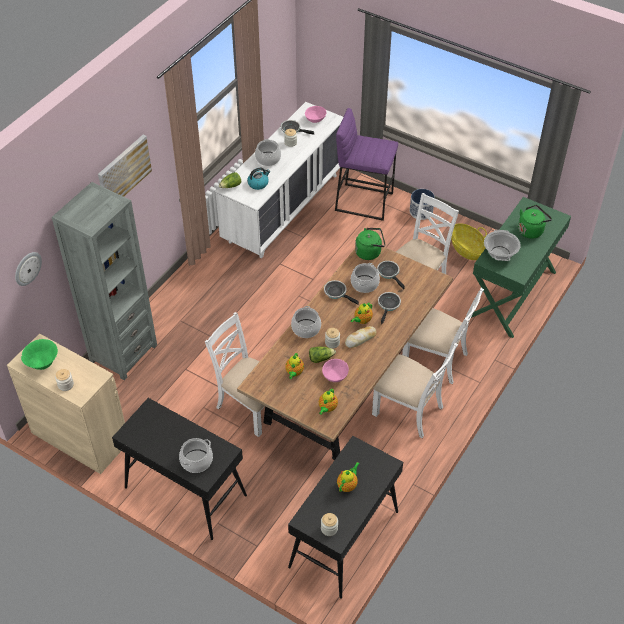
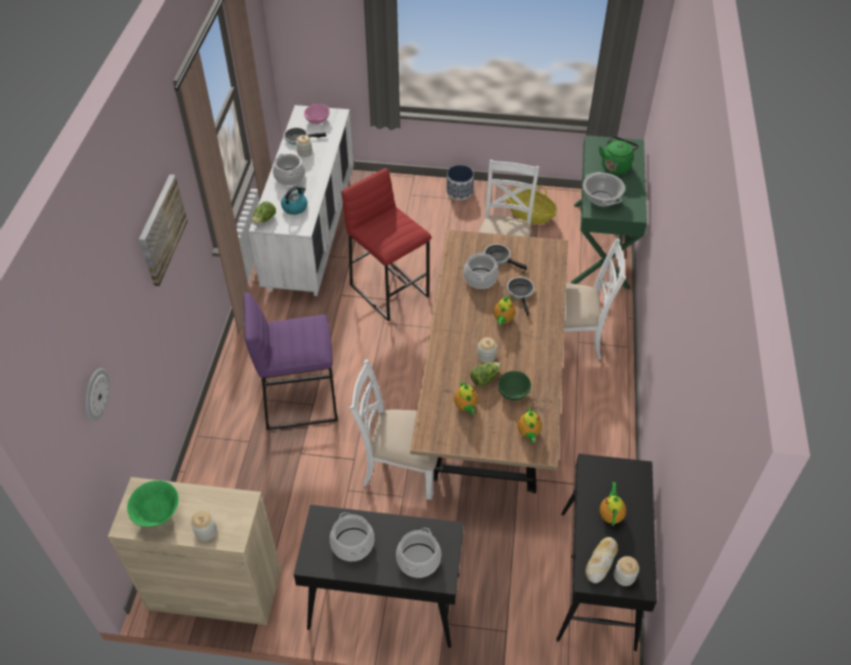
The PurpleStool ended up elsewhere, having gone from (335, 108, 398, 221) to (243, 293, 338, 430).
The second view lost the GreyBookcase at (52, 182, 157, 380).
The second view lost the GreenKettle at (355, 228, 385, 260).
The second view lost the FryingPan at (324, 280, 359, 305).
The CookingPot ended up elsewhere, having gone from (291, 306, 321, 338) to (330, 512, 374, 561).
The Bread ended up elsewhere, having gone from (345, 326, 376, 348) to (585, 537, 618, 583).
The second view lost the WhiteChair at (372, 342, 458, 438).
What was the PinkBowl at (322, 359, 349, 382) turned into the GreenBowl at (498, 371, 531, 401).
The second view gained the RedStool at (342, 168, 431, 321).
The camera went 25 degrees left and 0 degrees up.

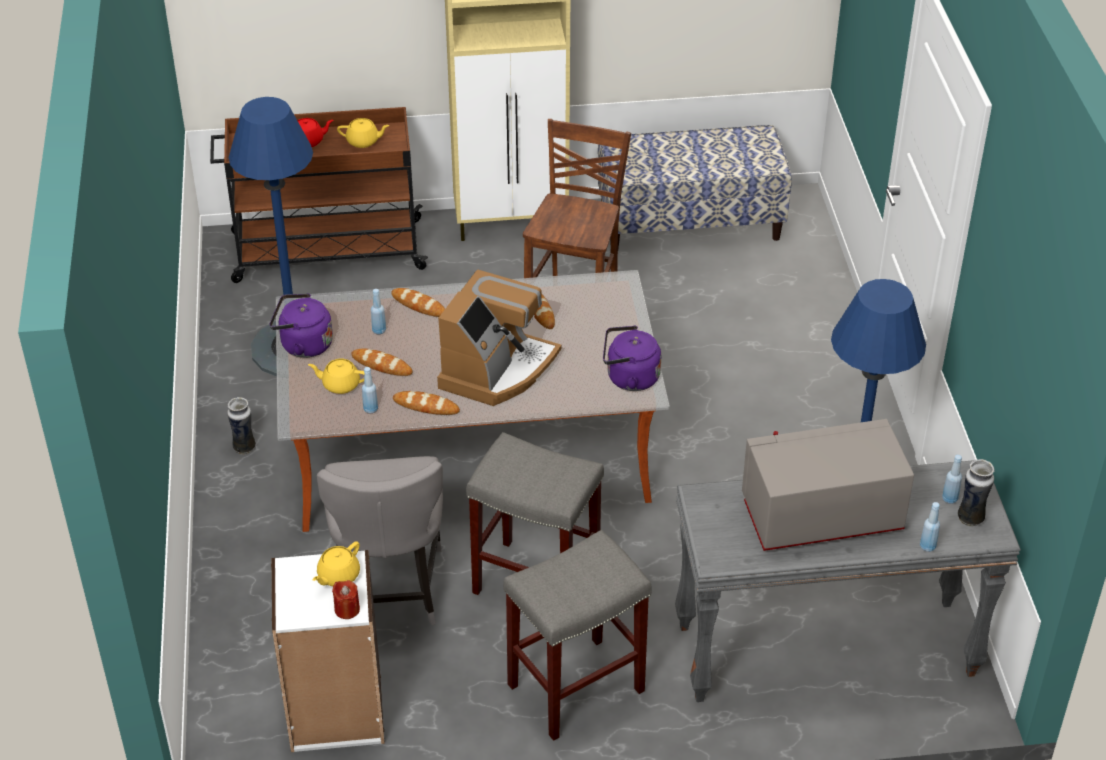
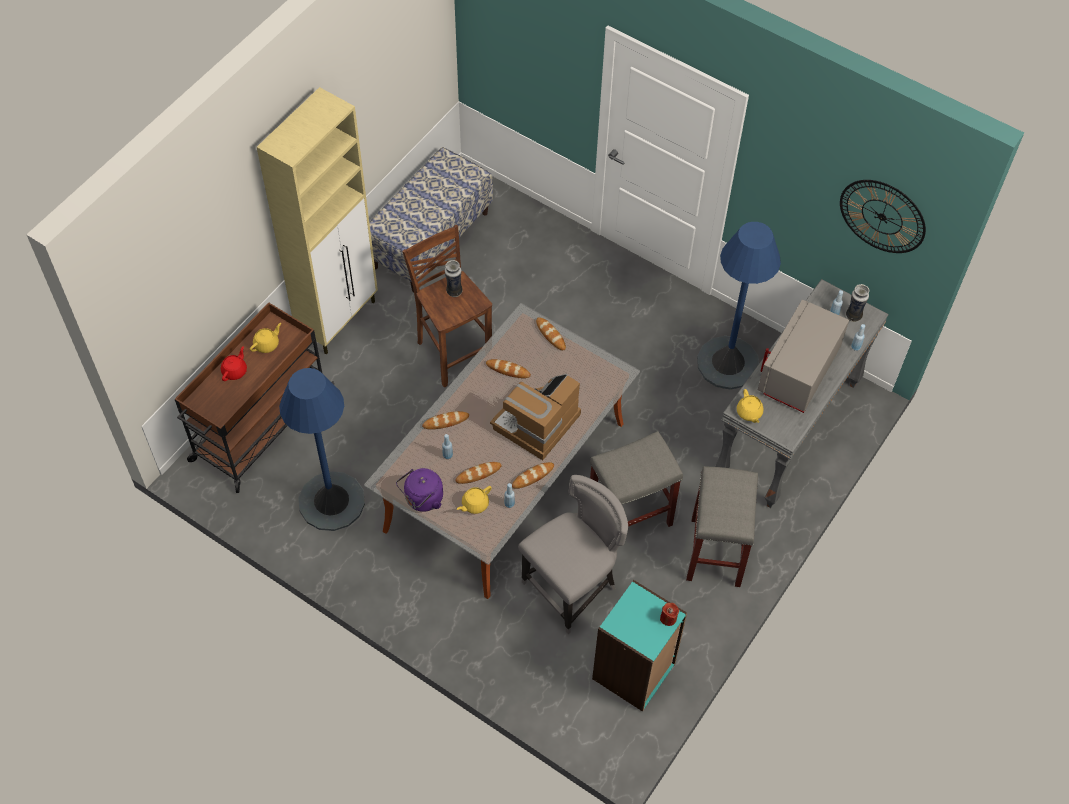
The CoffeeMachine at (437, 270, 562, 406) ended up facing another way, 120 degrees counterclockwise from before.
The second view lost the PurpleKettle at (603, 326, 661, 391).
The Vase ended up elsewhere, having gone from (227, 397, 256, 455) to (445, 260, 463, 297).
The GreyChair at (317, 456, 443, 625) ended up facing another way, 75 degrees counterclockwise from before.
The YellowTeapot ended up elsewhere, having gone from (313, 541, 360, 586) to (737, 389, 764, 423).
What was the WhiteBookcase at (271, 550, 385, 752) turned into the TurquoiseBookcase at (592, 580, 687, 712).
The second view gained the WallClock at (840, 180, 926, 253).
The second view gained the Bread at (536, 317, 566, 350).
The camera went 50 degrees left and 15 degrees up.

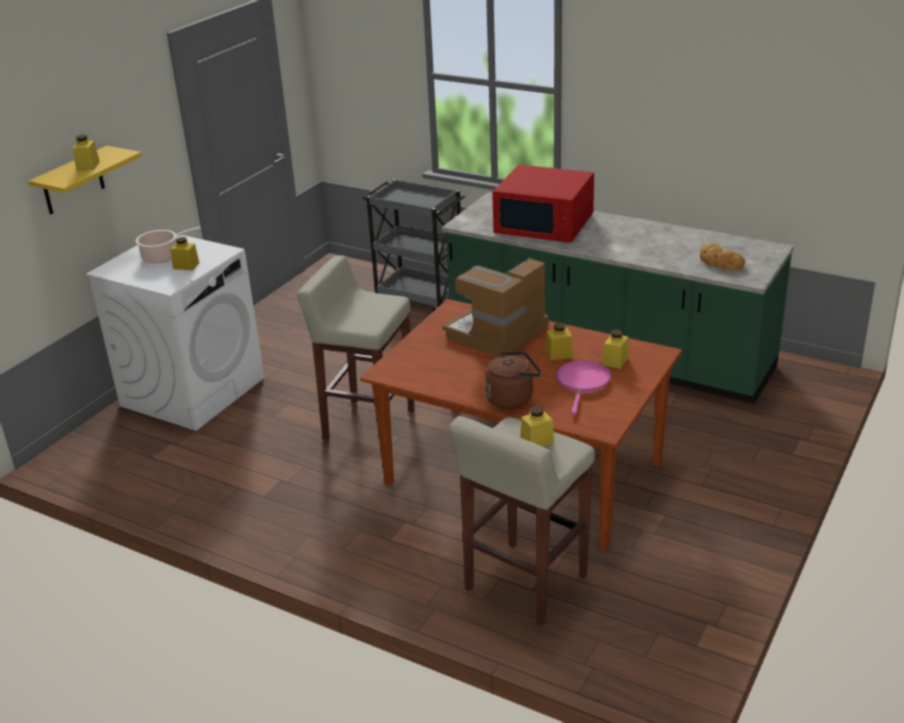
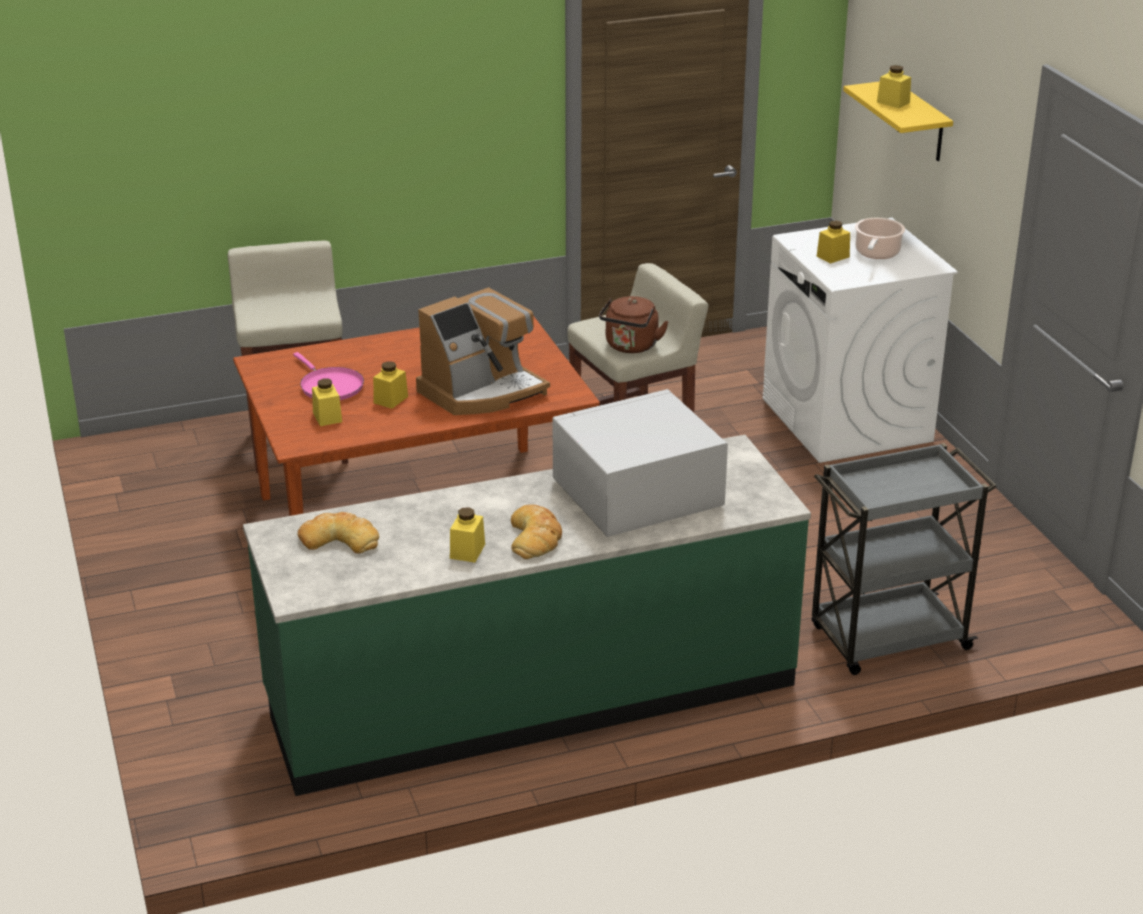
What was the RedMicrowave at (492, 165, 594, 243) turned into the WhiteMicrowave at (552, 389, 728, 537).
The CoffeeMachine at (443, 257, 549, 357) ended up facing another way, 60 degrees clockwise from before.
The BrownKettle ended up elsewhere, having gone from (485, 351, 541, 409) to (599, 296, 669, 353).
The YellowJar ended up elsewhere, having gone from (520, 406, 554, 447) to (450, 507, 485, 562).
The second view gained the Bread at (511, 504, 562, 559).
The camera went 130 degrees right and 0 degrees up.

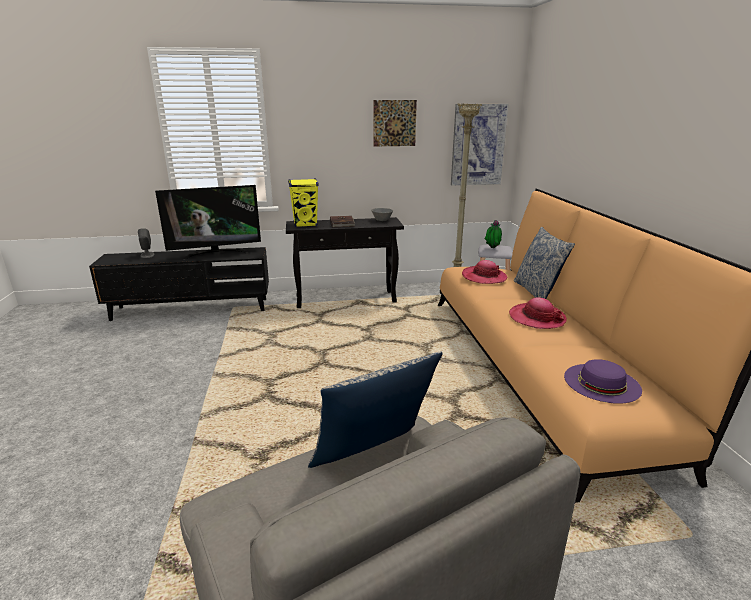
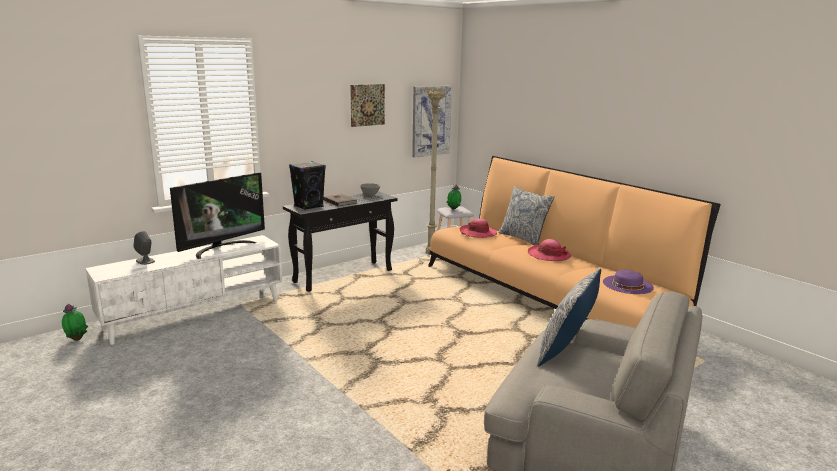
What was the YellowSpeaker at (288, 179, 318, 227) turned into the BlackSpeaker at (289, 161, 326, 210).
What was the BlackTvStand at (89, 247, 269, 321) turned into the WhiteTvStand at (85, 235, 282, 345).
The second view gained the PottedPlant at (62, 304, 88, 341).
The camera went 30 degrees left and 5 degrees down.

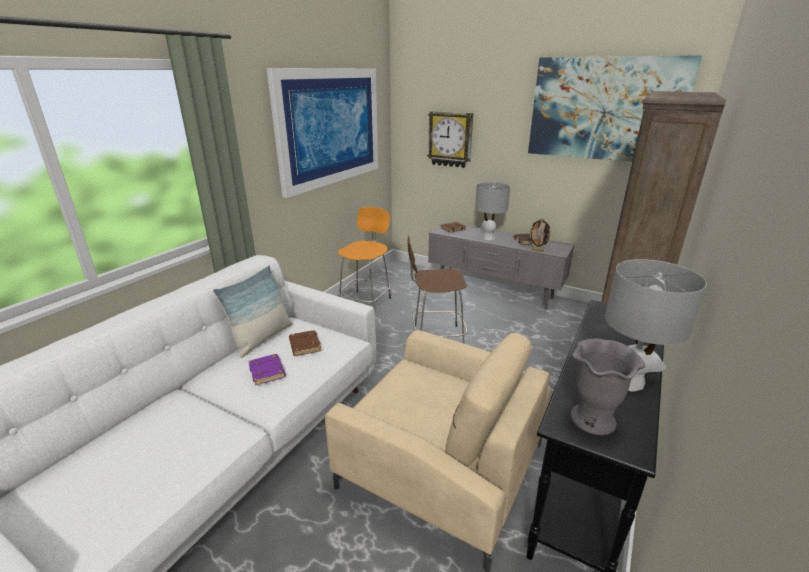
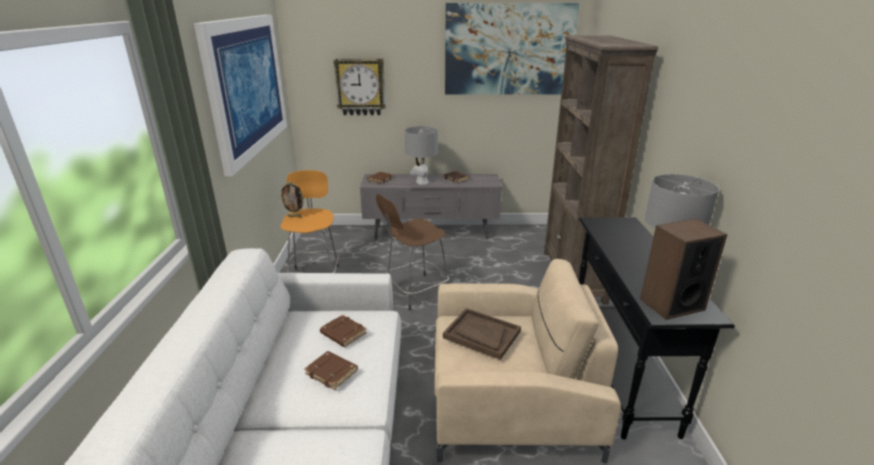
The PictureFrame ended up elsewhere, having gone from (529, 218, 552, 252) to (280, 182, 304, 217).
The second view lost the Pillow at (213, 265, 293, 358).
Where the GreyVase stood at (571, 338, 645, 435), the Speaker came to stand at (640, 219, 728, 320).
What was the PurpleBook at (249, 354, 286, 386) turned into the BrownBook at (304, 351, 358, 390).
The second view gained the BrownTray at (443, 308, 521, 360).
The camera went 30 degrees left and 0 degrees up.

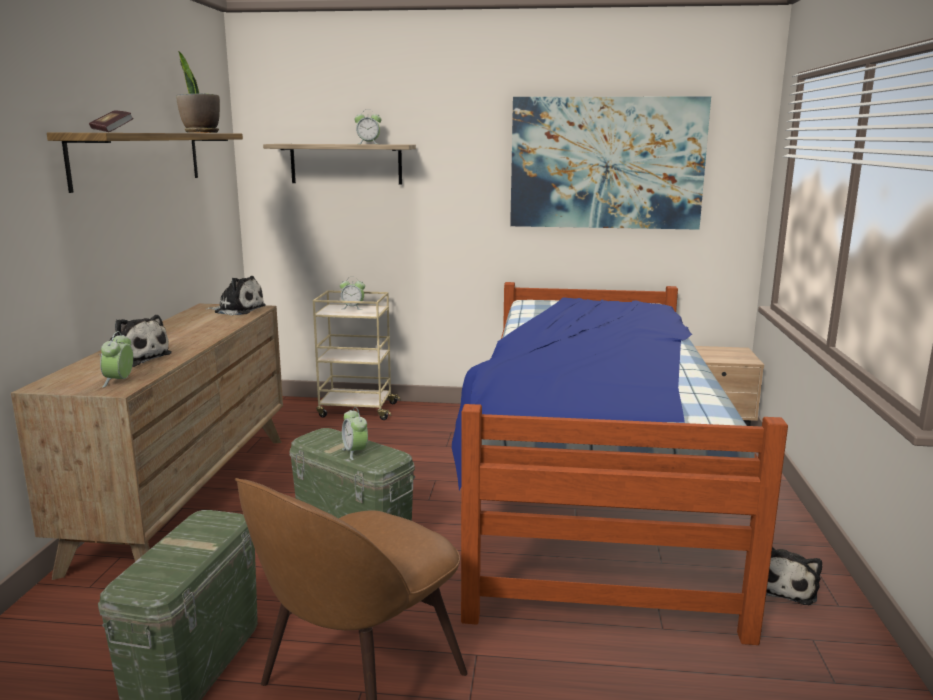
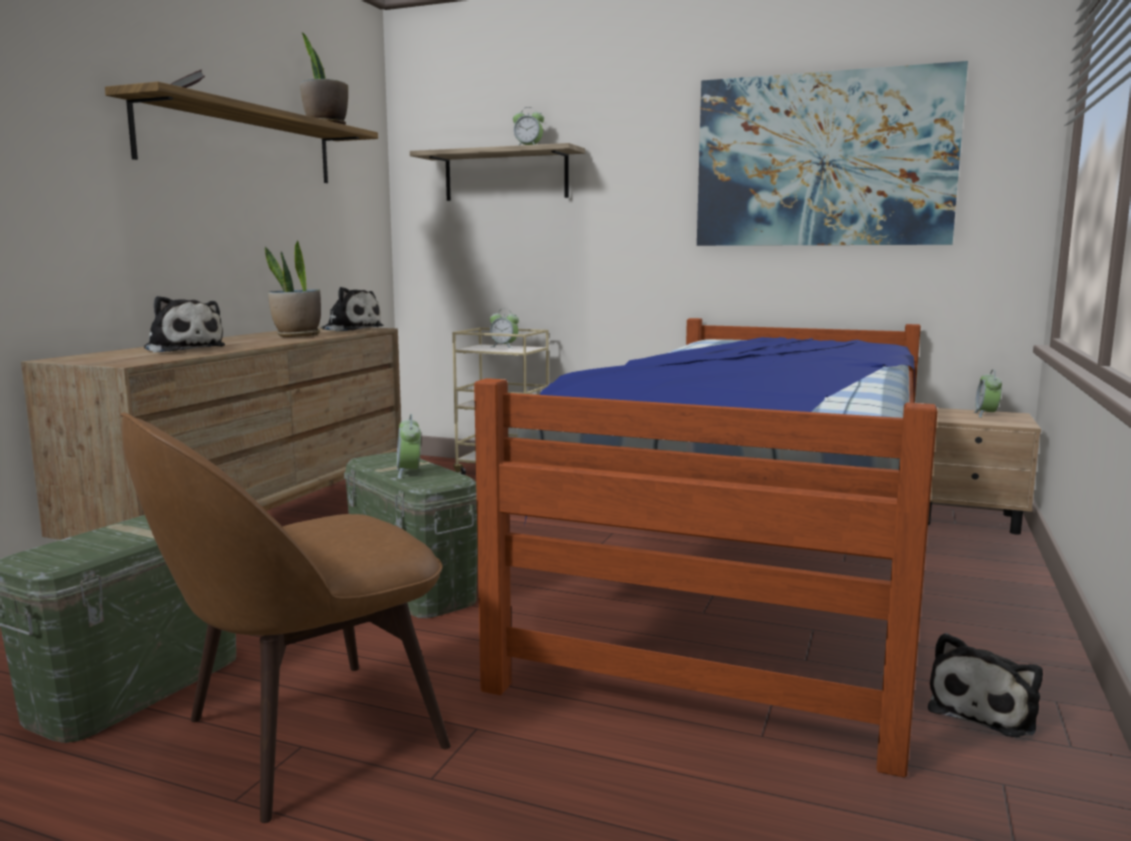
The AlarmClock ended up elsewhere, having gone from (100, 331, 133, 387) to (974, 369, 1002, 418).
The second view gained the PottedPlant at (265, 240, 321, 337).
The camera went 15 degrees right and 5 degrees down.

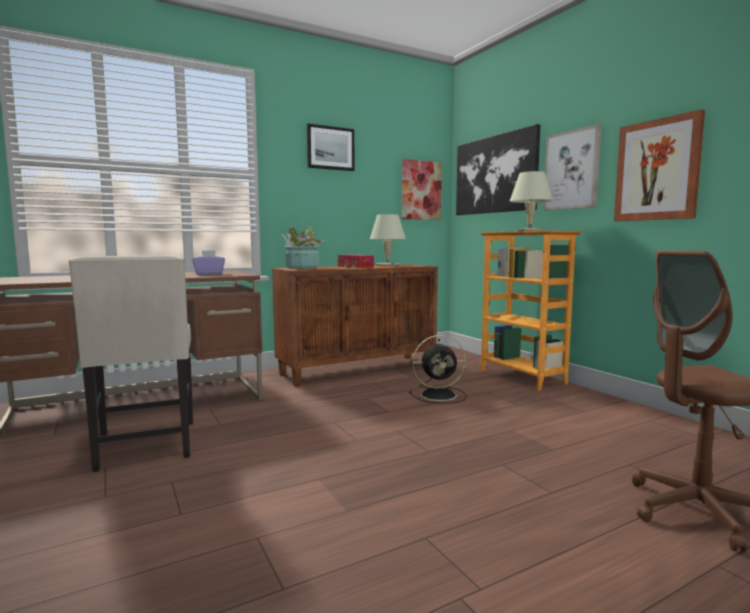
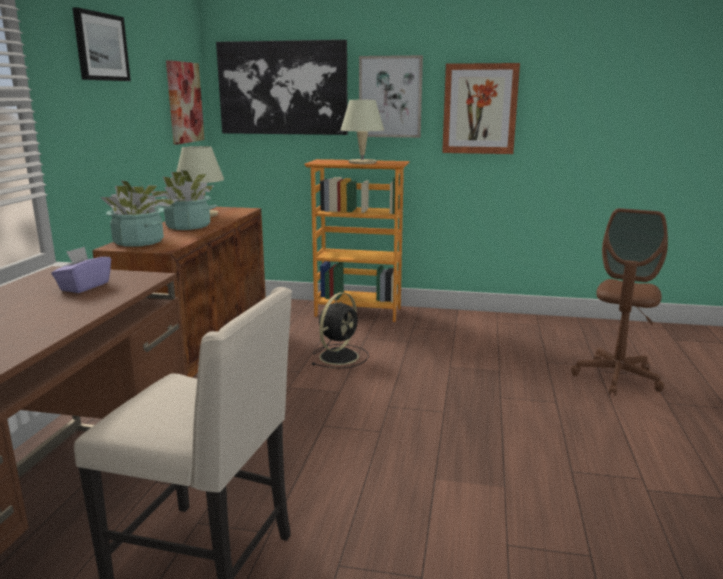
Where the TissueBox stood at (338, 255, 374, 268), the PottedPlant came to stand at (151, 170, 217, 230).
The camera went 50 degrees left and 10 degrees up.

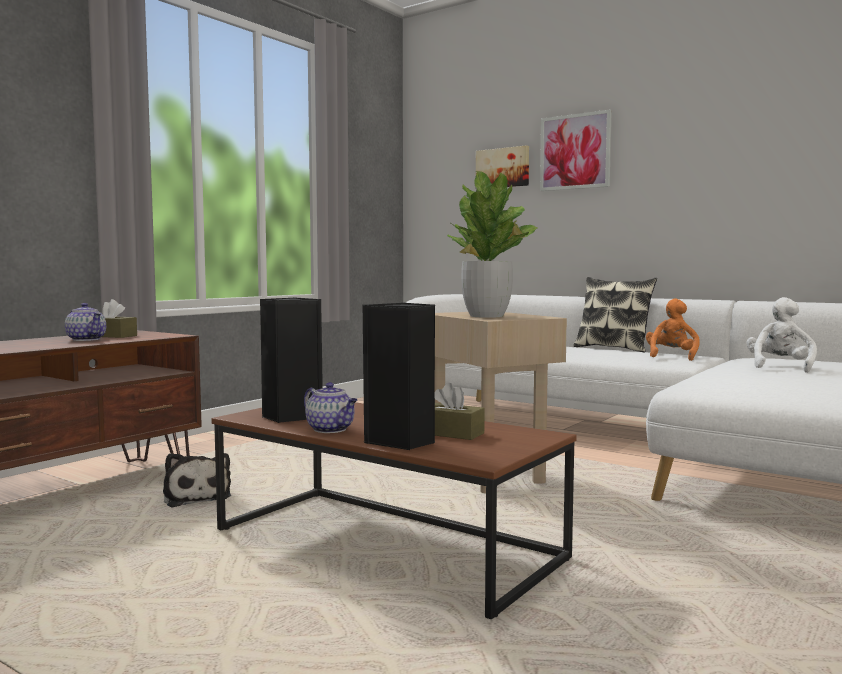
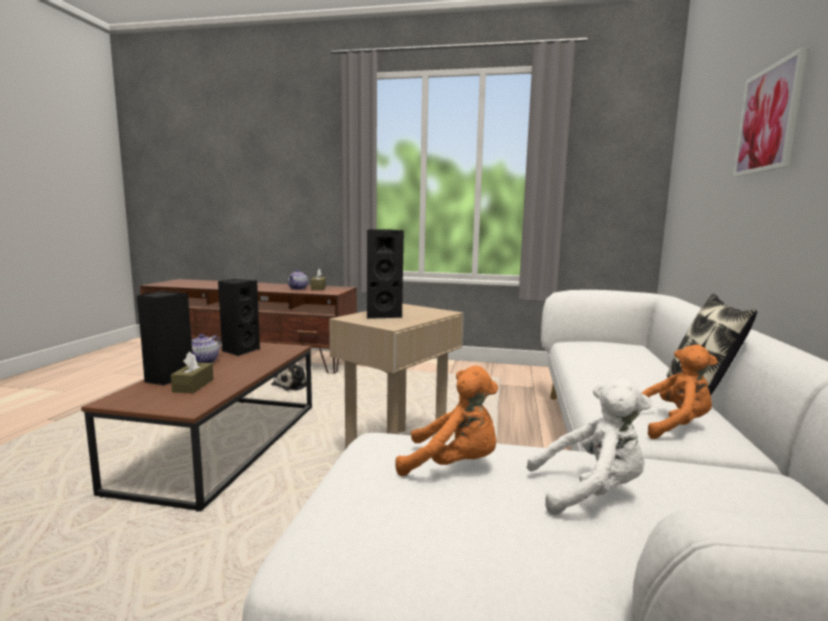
The second view lost the Picture at (476, 145, 529, 189).
Where the PottedPlant stood at (447, 171, 537, 318), the BlackSpeaker came to stand at (367, 229, 404, 319).
The second view gained the OrangePlushToy at (396, 366, 498, 476).
The camera went 65 degrees right and 5 degrees up.

